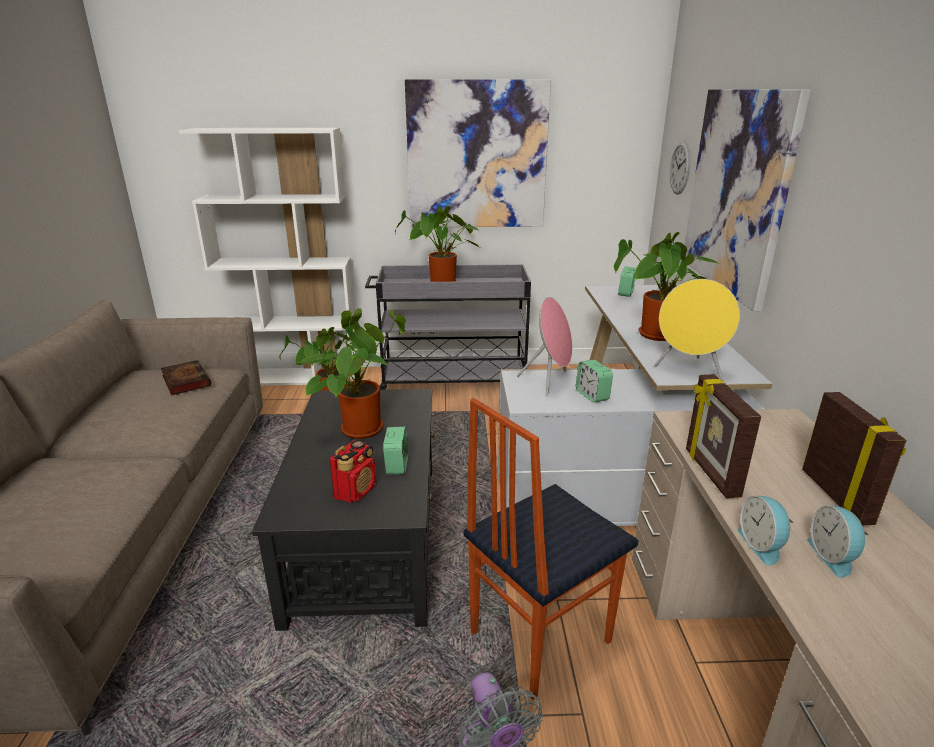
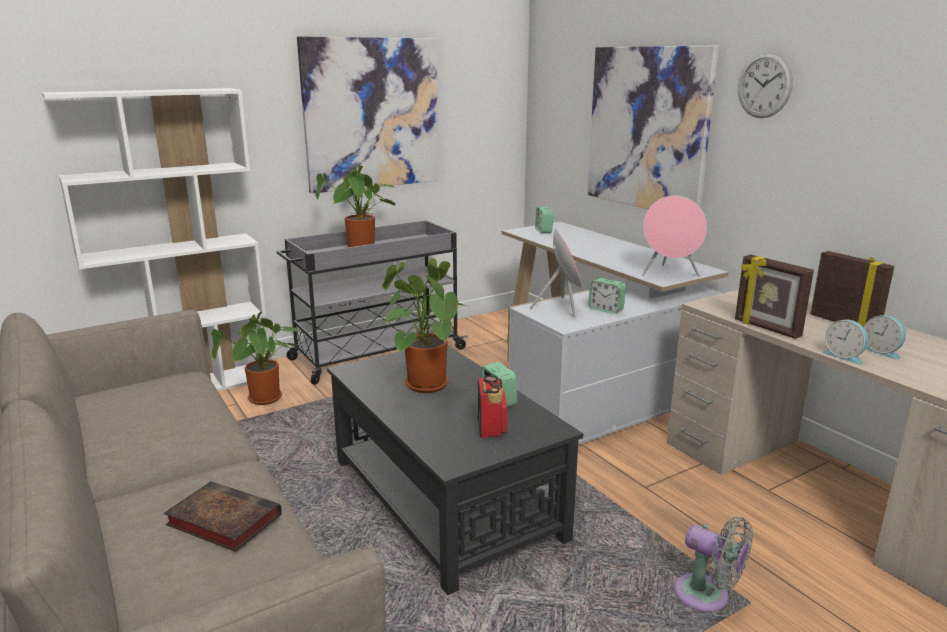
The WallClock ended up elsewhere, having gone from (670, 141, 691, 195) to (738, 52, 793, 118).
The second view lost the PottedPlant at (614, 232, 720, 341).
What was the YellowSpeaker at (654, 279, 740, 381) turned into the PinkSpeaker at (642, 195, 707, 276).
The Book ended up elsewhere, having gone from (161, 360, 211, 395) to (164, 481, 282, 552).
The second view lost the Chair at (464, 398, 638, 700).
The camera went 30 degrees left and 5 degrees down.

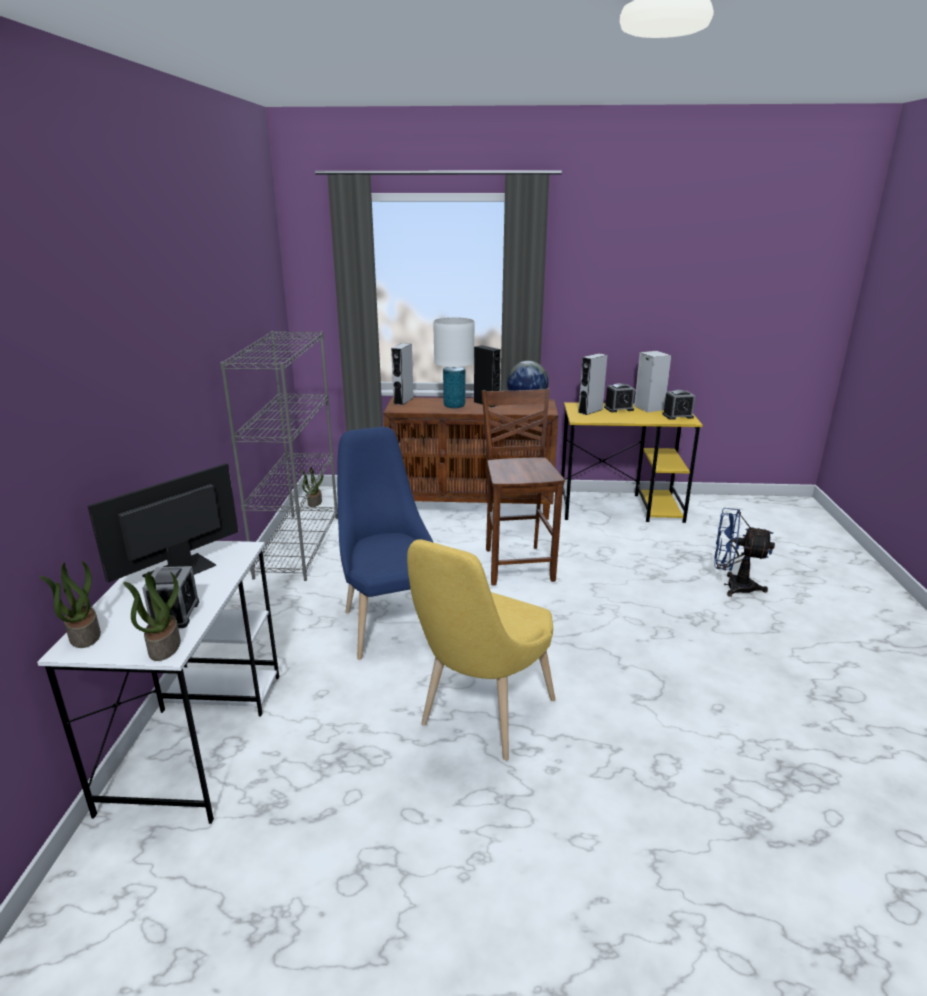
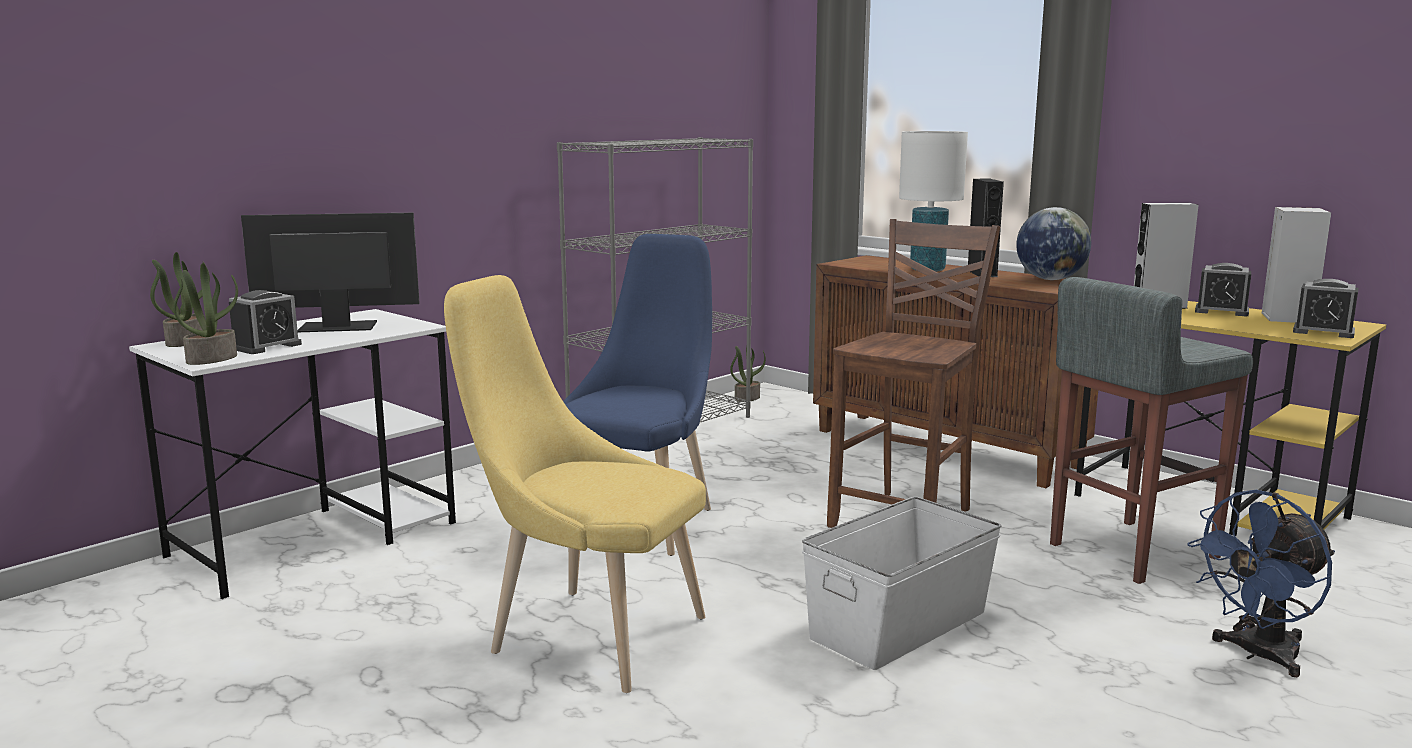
The second view lost the GreySpeaker at (391, 343, 414, 405).
The BlueFan at (714, 508, 775, 597) ended up facing another way, 90 degrees counterclockwise from before.
The YellowChair at (407, 539, 555, 760) ended up facing another way, 45 degrees clockwise from before.
The second view gained the GreyStool at (1050, 277, 1253, 584).
The second view gained the WhiteStorageBox at (802, 497, 1001, 670).
The camera went 40 degrees right and 10 degrees down.

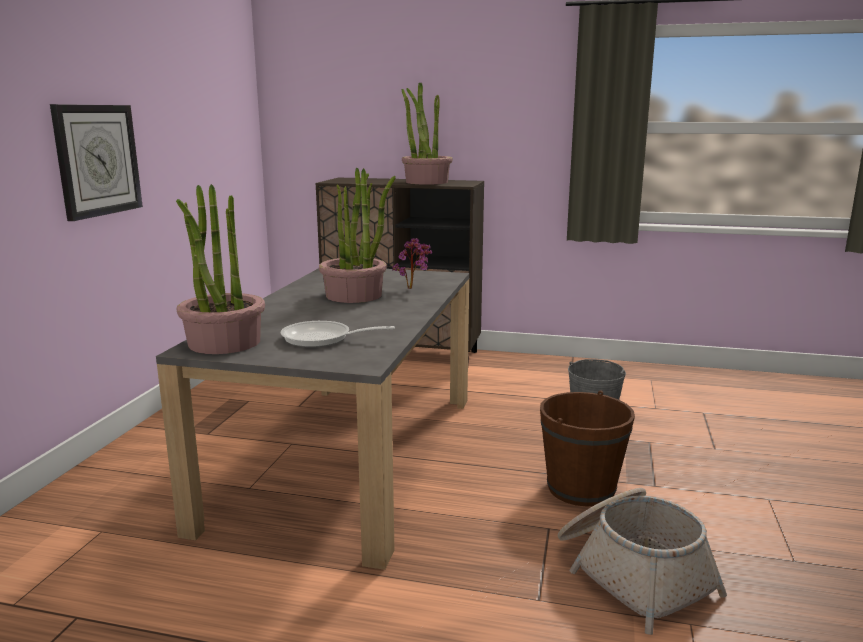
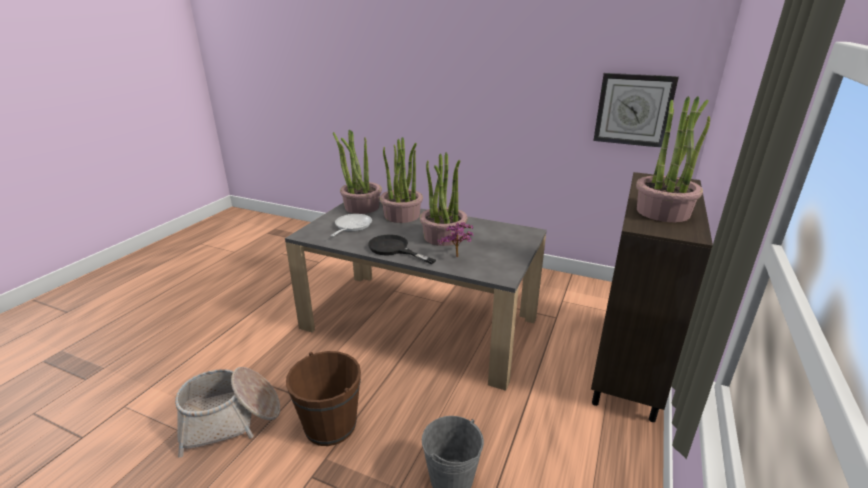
The WallClock ended up elsewhere, having gone from (50, 104, 143, 221) to (593, 73, 679, 148).
The second view gained the PottedPlant at (380, 137, 423, 223).
The second view gained the BlackFryingPan at (368, 234, 436, 264).
The camera went 100 degrees right and 10 degrees up.

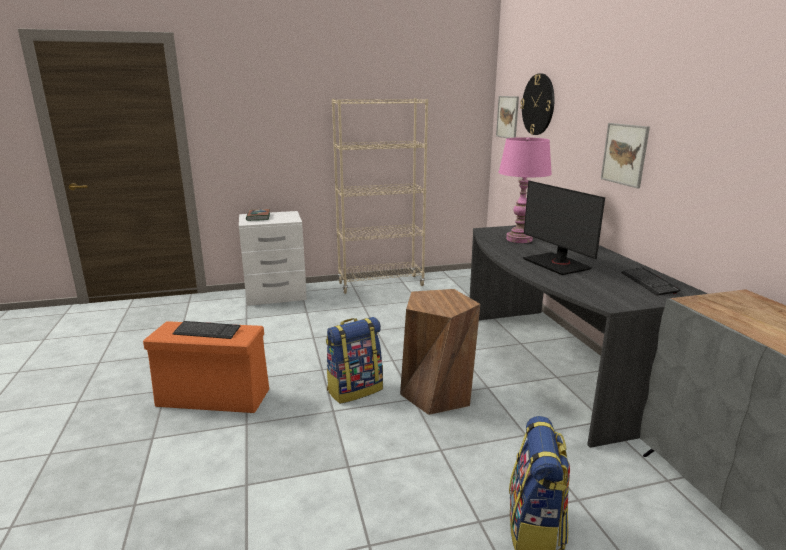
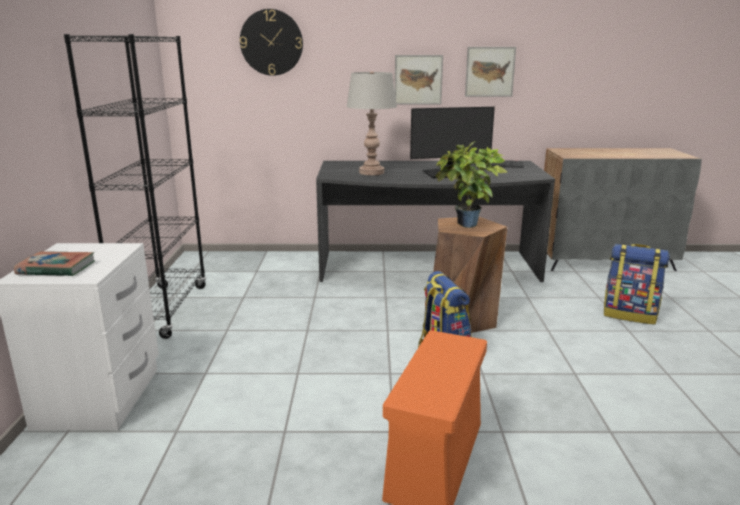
The Picture ended up elsewhere, having gone from (496, 96, 519, 138) to (465, 47, 516, 97).
What was the BeigeBookcase at (332, 98, 428, 294) turned into the BlackBookcase at (64, 34, 207, 339).
What was the PinkTableLamp at (498, 137, 552, 243) turned into the GreyTableLamp at (347, 71, 397, 175).
The second view lost the Keyboard at (173, 321, 240, 339).
The second view gained the PottedPlant at (436, 141, 507, 228).
The camera went 75 degrees left and 0 degrees up.

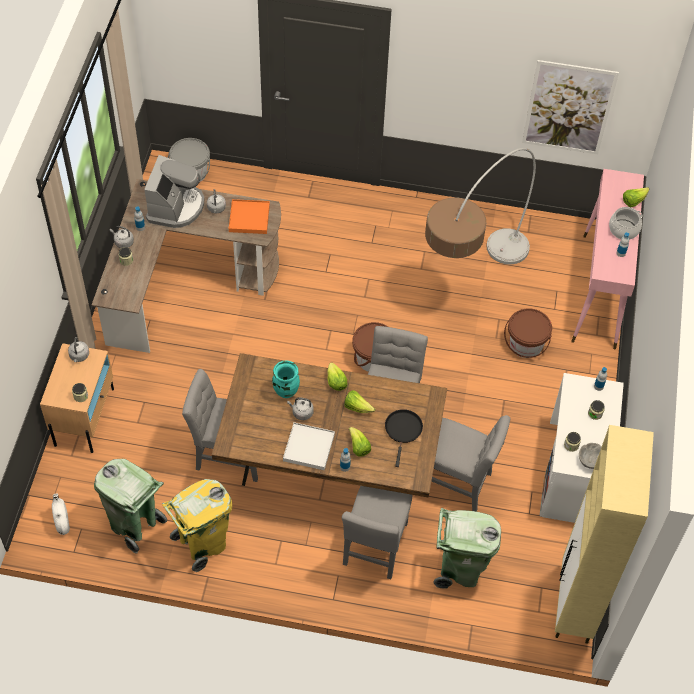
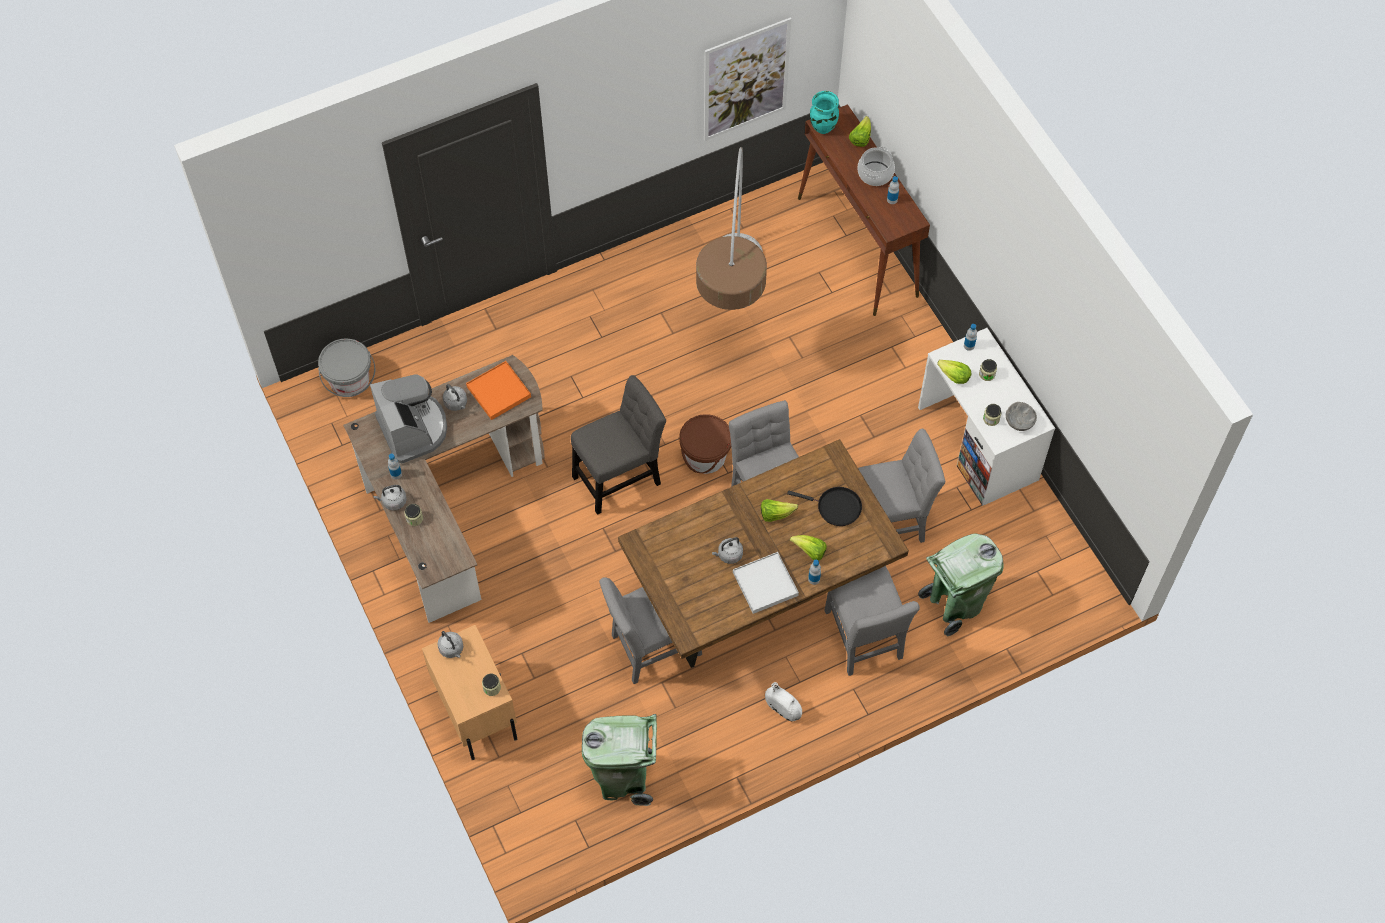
What was the PinkConsoleTable at (571, 169, 644, 350) turned into the BrownConsoleTable at (798, 104, 930, 316).
The second view lost the BrownBucket at (504, 308, 552, 358).
The TurquoiseVase ended up elsewhere, having gone from (272, 360, 300, 398) to (810, 91, 839, 134).
The Lettuce ended up elsewhere, having gone from (327, 363, 348, 391) to (937, 360, 971, 384).
The BlackFryingPan at (385, 409, 423, 467) ended up facing another way, 135 degrees clockwise from before.
The second view lost the BeigeCabinet at (555, 425, 654, 644).
The second view lost the YellowTrashCan at (162, 479, 232, 572).
The WhiteVase ended up elsewhere, having gone from (52, 494, 70, 535) to (765, 682, 802, 721).
The second view gained the GreyChair at (571, 375, 666, 515).
The camera went 35 degrees left and 5 degrees up.

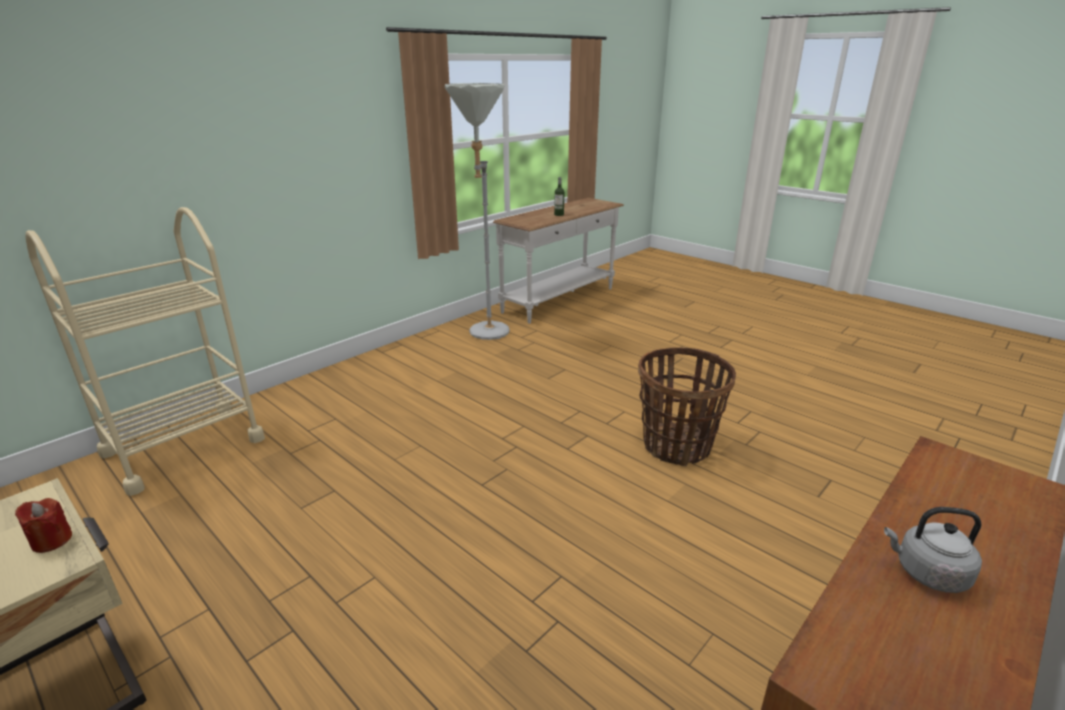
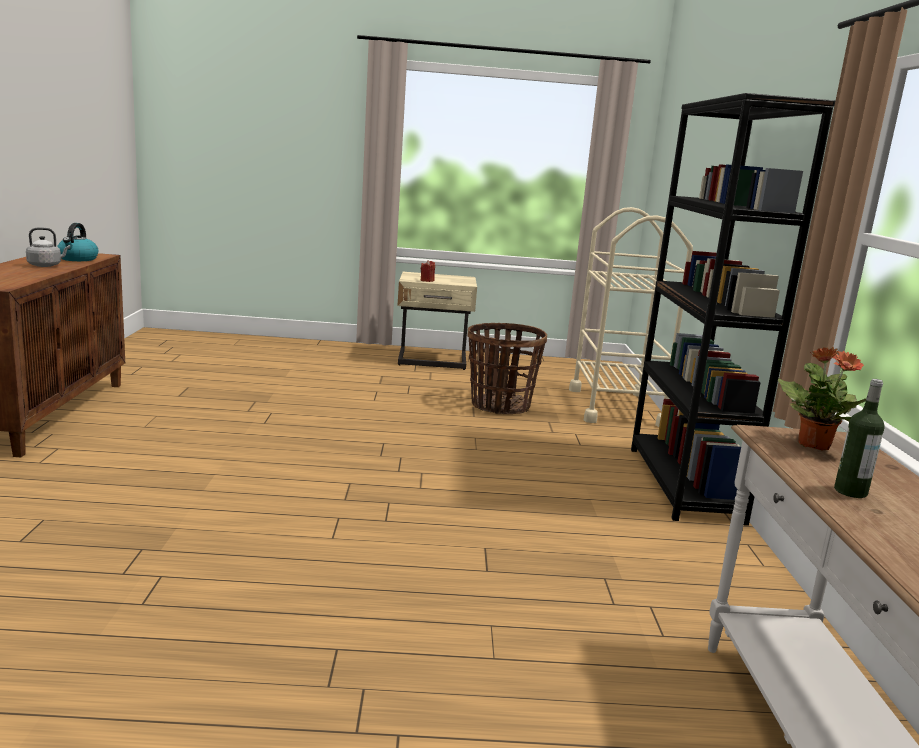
The second view lost the GreyFloorLamp at (444, 83, 510, 340).
The Basket ended up elsewhere, having gone from (638, 347, 736, 466) to (468, 323, 547, 414).
The second view gained the BlackBookcase at (631, 93, 836, 526).
The second view gained the Kettle at (57, 223, 98, 261).
The second view gained the PottedPlant at (778, 347, 866, 450).
The camera went 135 degrees right and 10 degrees down.

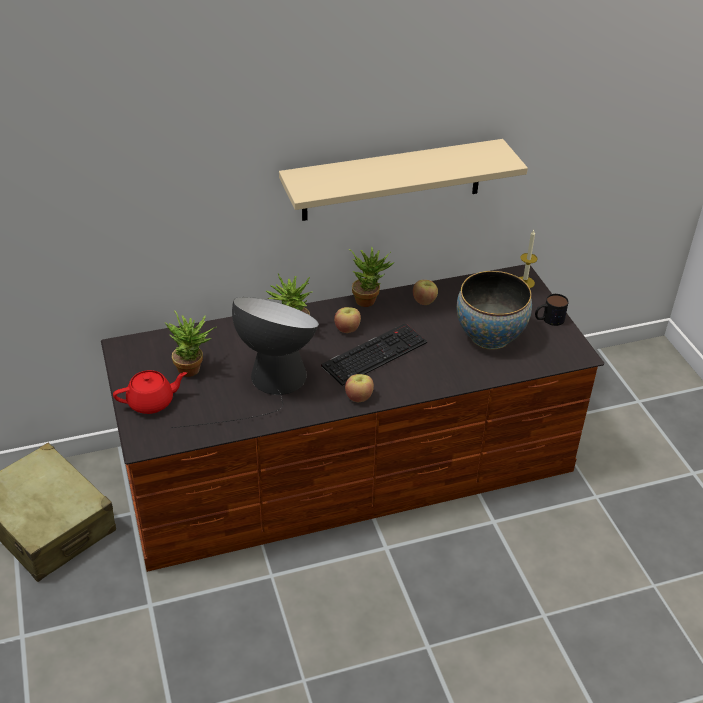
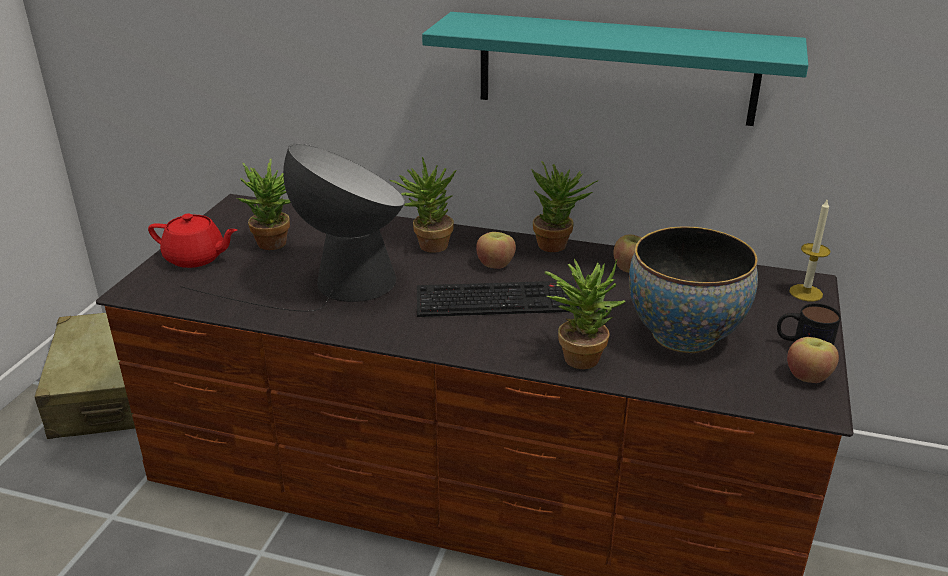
What was the BeigeShelf at (279, 139, 528, 221) turned into the TurquoiseShelf at (422, 12, 808, 126).
The Apple ended up elsewhere, having gone from (345, 374, 374, 402) to (787, 337, 839, 383).
The second view gained the PottedPlant at (545, 259, 626, 369).
The camera went 35 degrees right and 10 degrees down.

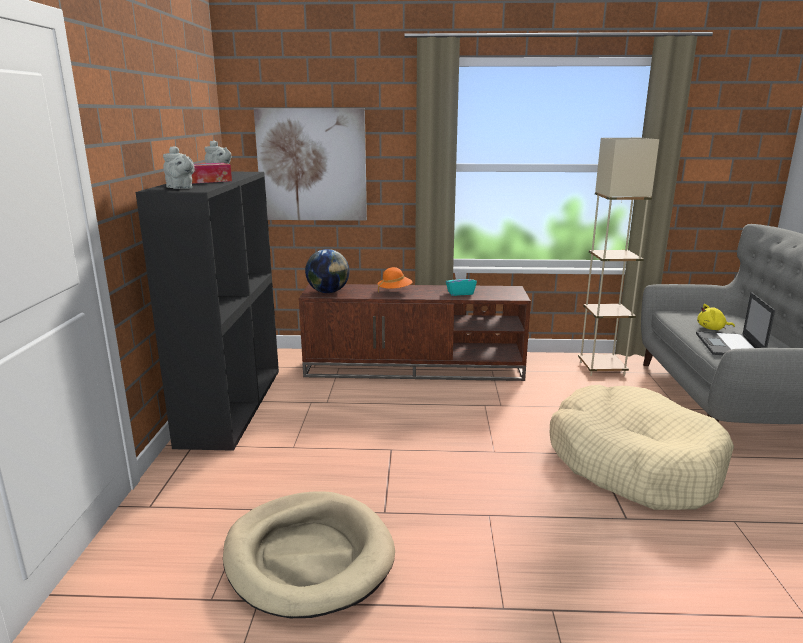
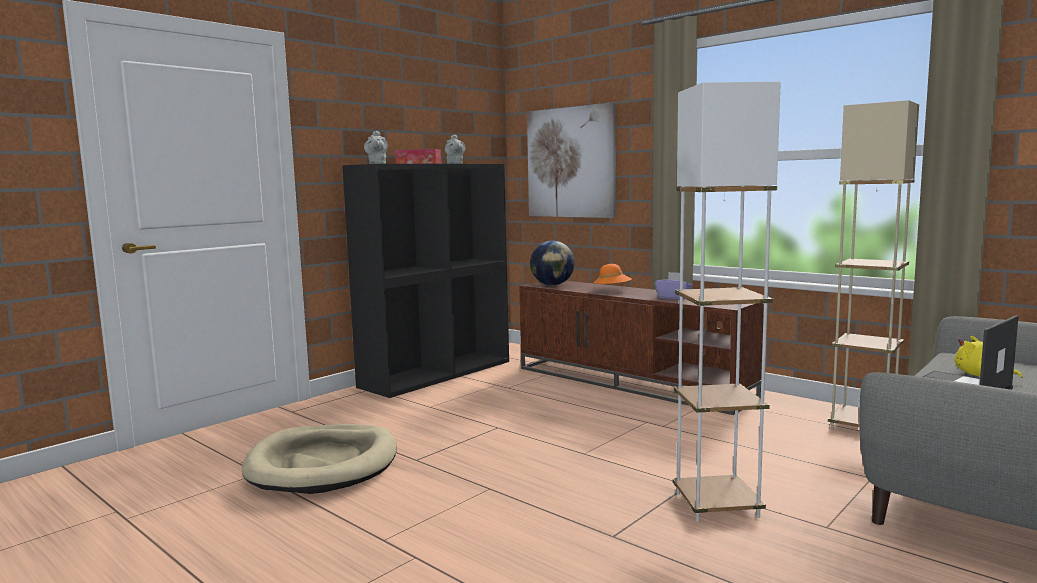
What was the TurquoiseTissueBox at (446, 271, 477, 296) turned into the PurpleTissueBox at (655, 272, 692, 300).
Where the BeigeDogBed stood at (550, 385, 734, 510), the WhiteFloorLamp came to stand at (673, 81, 781, 522).
The camera went 40 degrees right and 10 degrees down.

